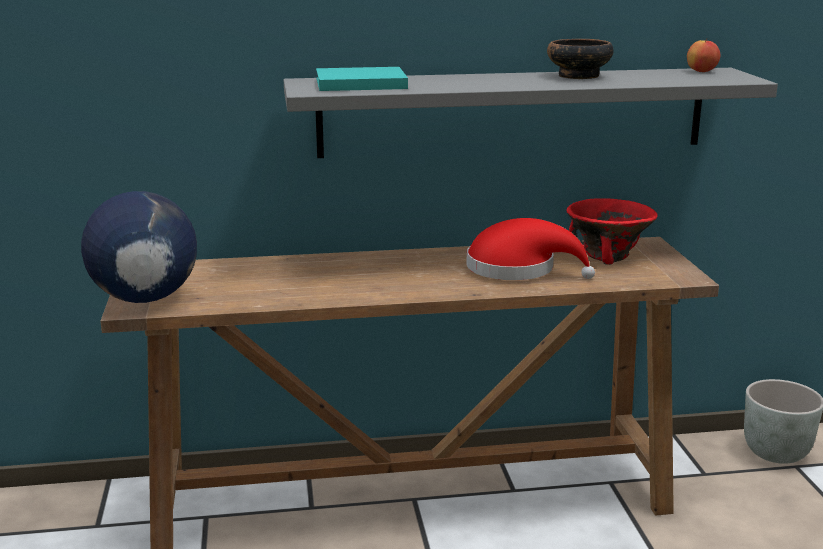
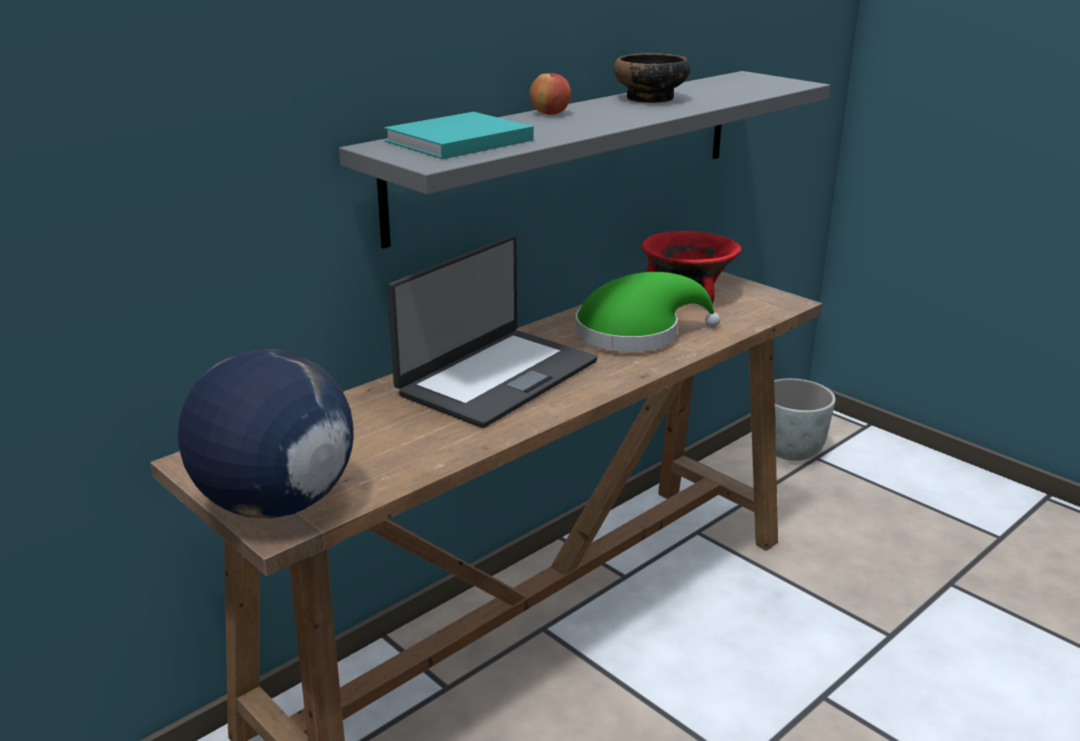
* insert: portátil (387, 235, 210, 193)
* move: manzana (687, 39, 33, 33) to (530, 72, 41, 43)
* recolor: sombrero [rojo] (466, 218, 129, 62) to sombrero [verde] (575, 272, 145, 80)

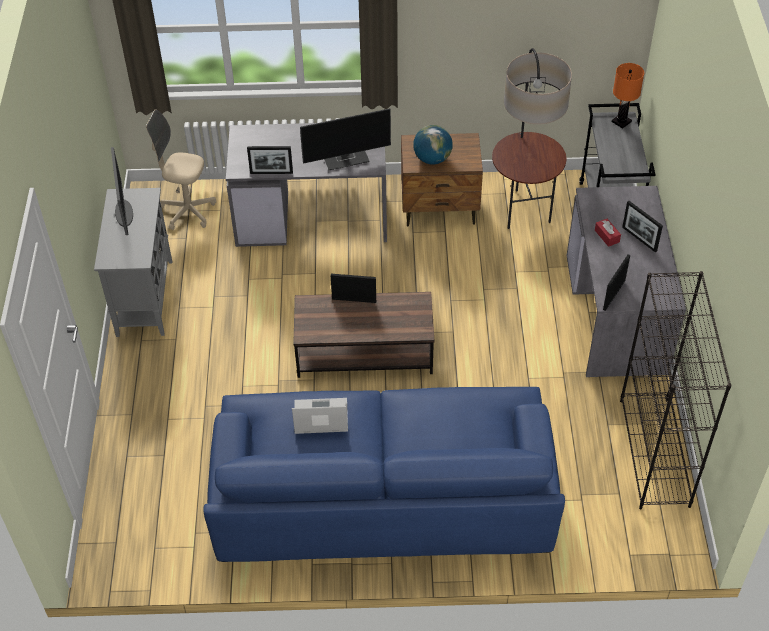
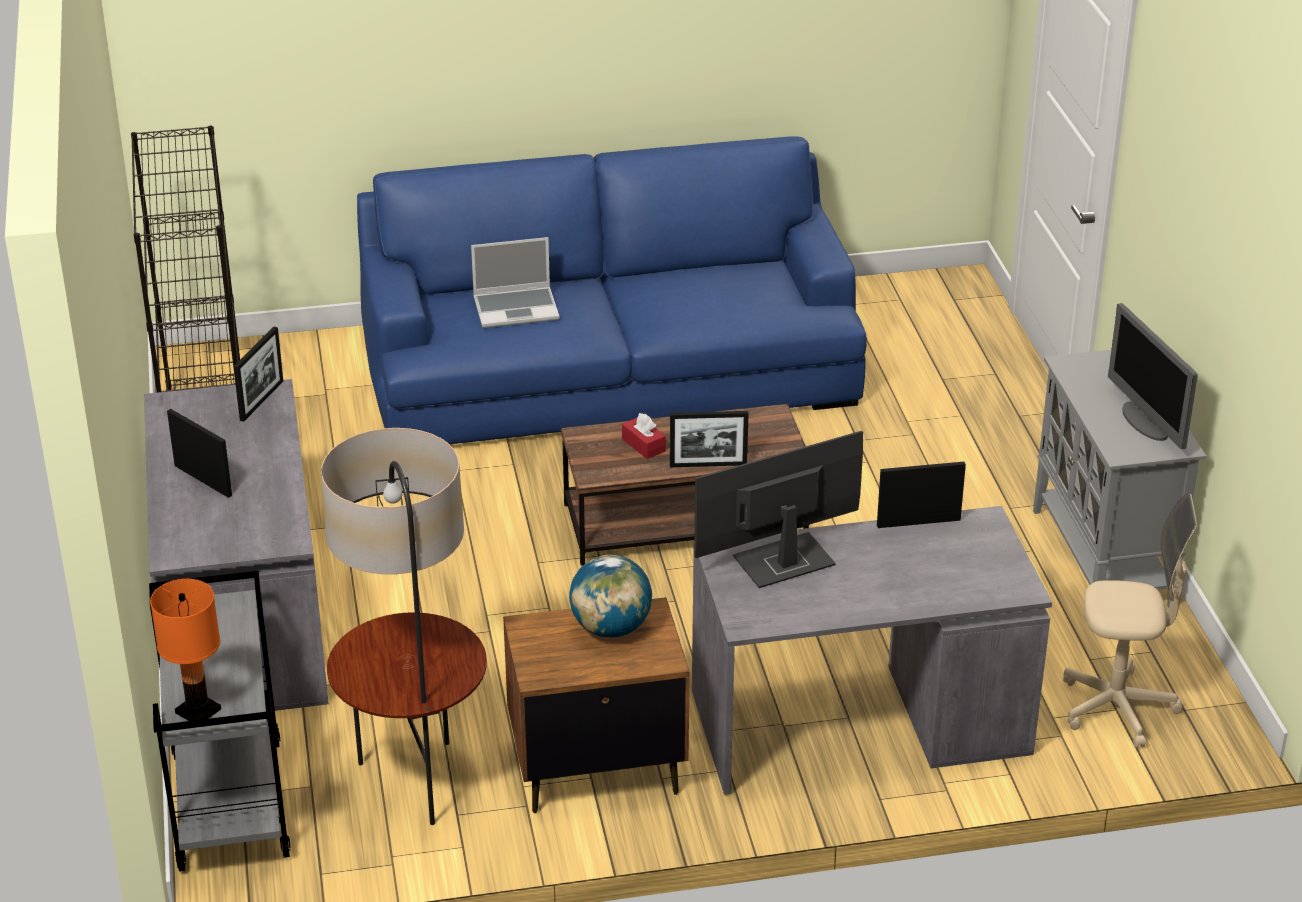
* move: portátil (292, 398, 56, 36) to (471, 237, 89, 91)
* move: caja de pañuelos [rojo] (595, 219, 26, 28) to (622, 413, 44, 46)

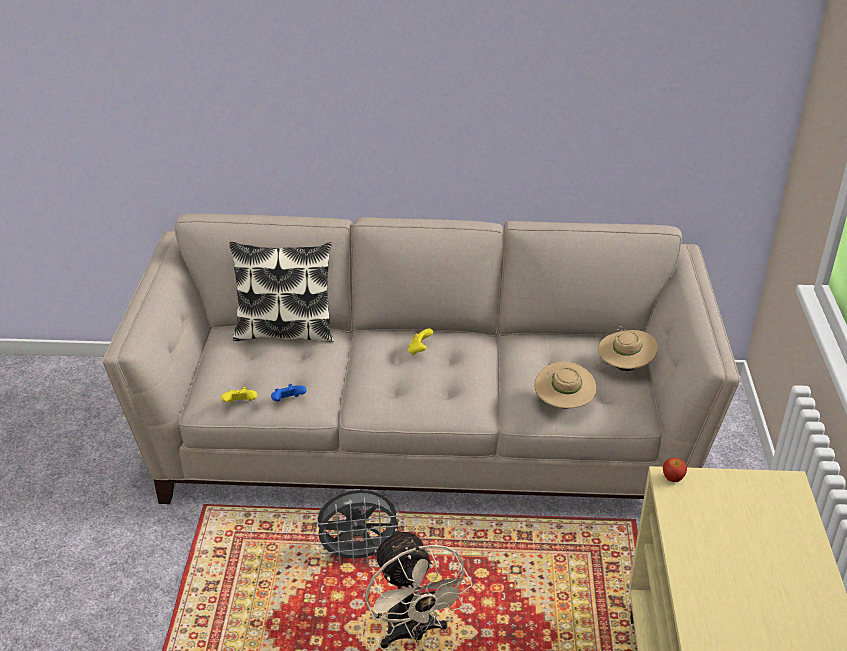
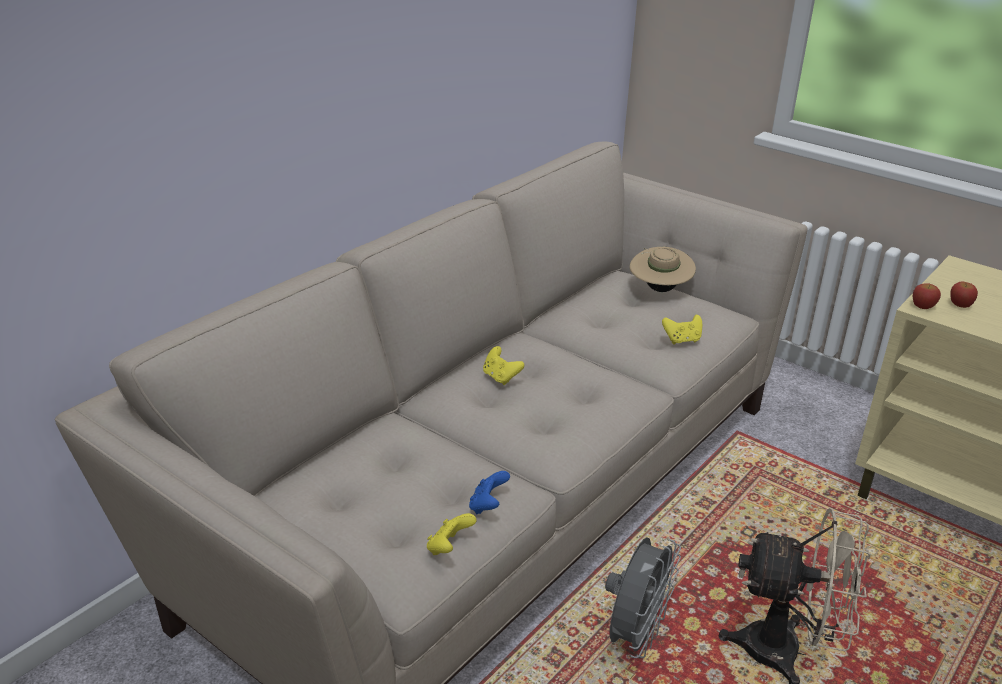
* delete: cojín (229, 242, 105, 100)
* insert: manzana (950, 281, 28, 27)
* replace: sombrero [beis] (535, 362, 62, 47) to mando de consola [amarillo] (662, 315, 40, 29)

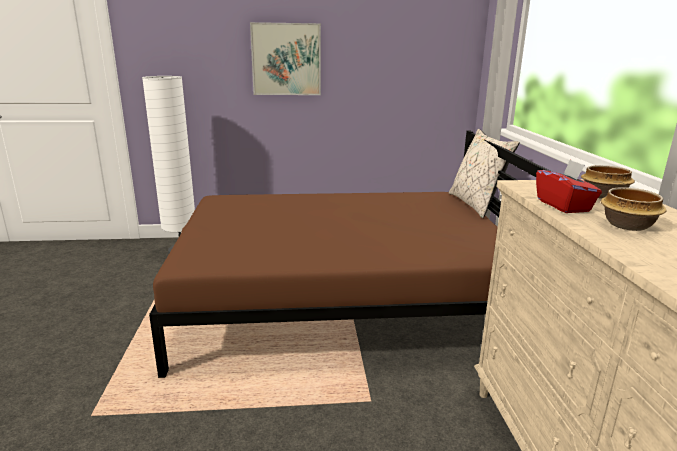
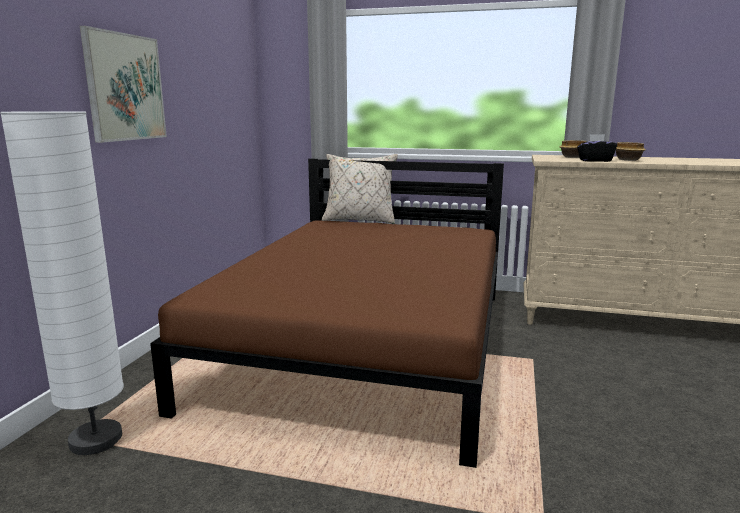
* recolor: caja de pañuelos [rojo] (536, 160, 66, 53) to caja de pañuelos [negro] (577, 134, 40, 28)

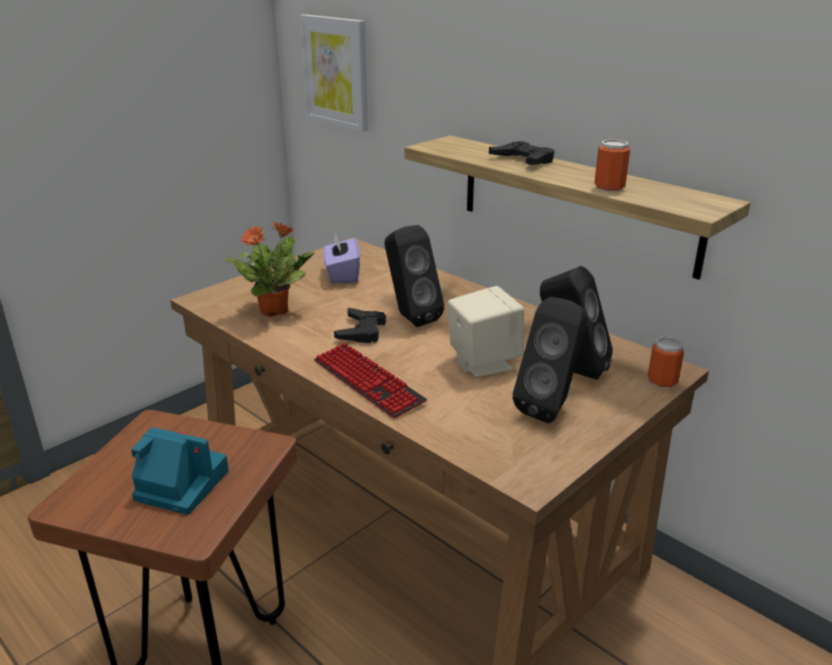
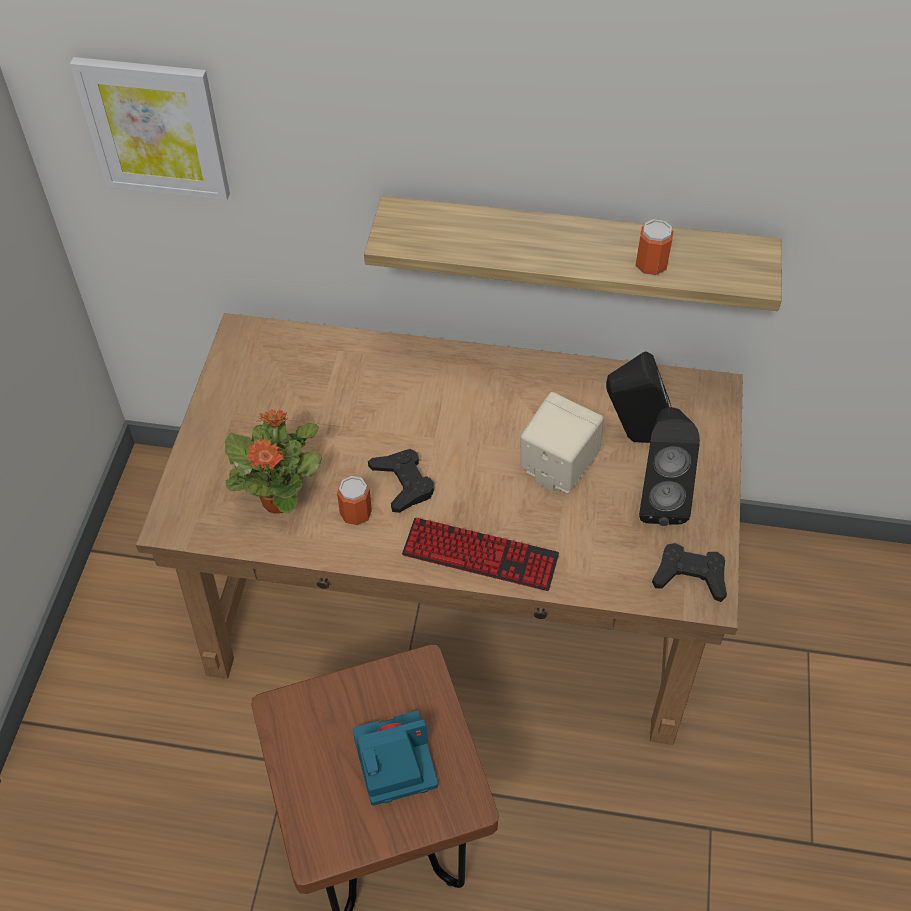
* delete: caja de pañuelos [morado] (323, 233, 37, 51)
* delete: altavoz [negro] (384, 225, 60, 102)
* move: mando de consola [negro] (489, 141, 65, 24) to (652, 543, 75, 59)
* move: lata (648, 337, 36, 52) to (337, 476, 35, 50)

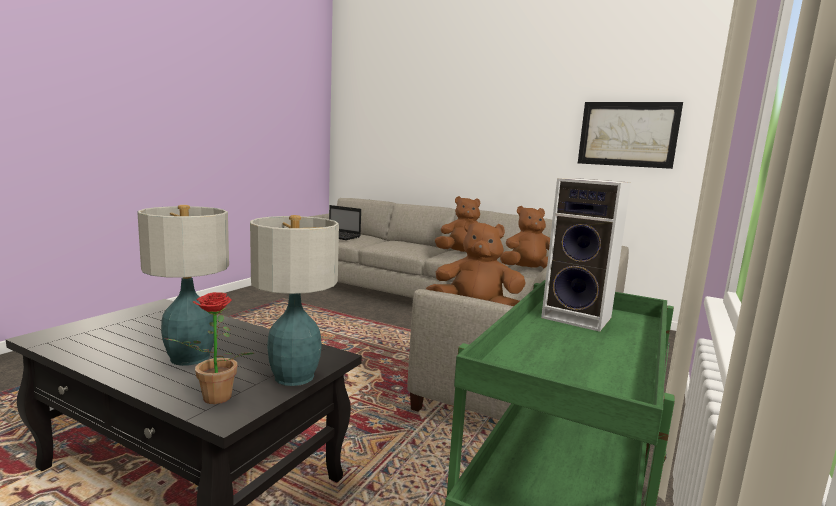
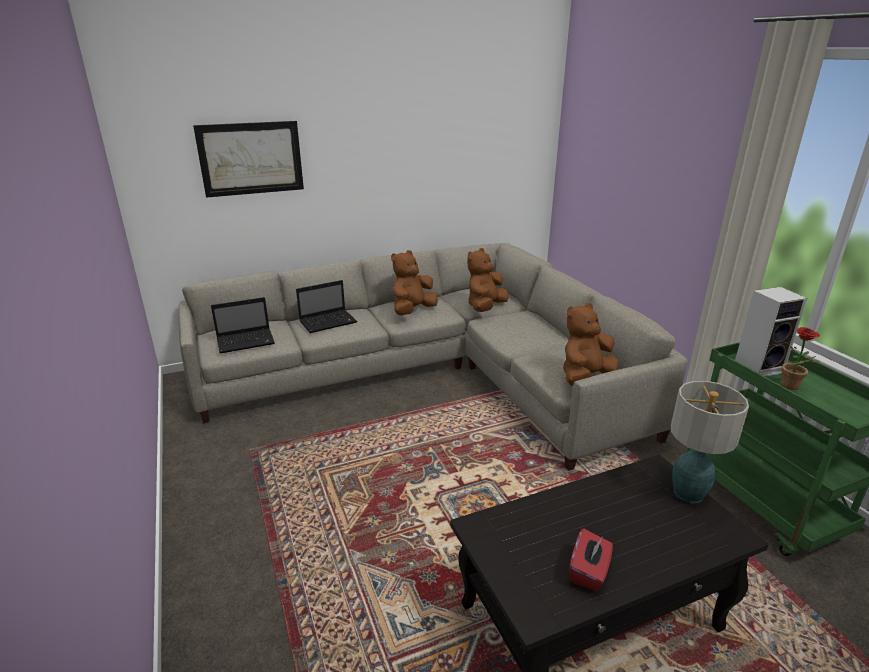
* delete: lámpara de mesa (137, 205, 92, 161)
* insert: portátil (296, 280, 61, 53)
* insert: caja de pañuelos [rojo] (569, 528, 44, 63)
* move: planta en maceta (167, 292, 87, 112) to (781, 327, 39, 63)
* move: cuadro (578, 102, 105, 67) to (193, 121, 111, 77)

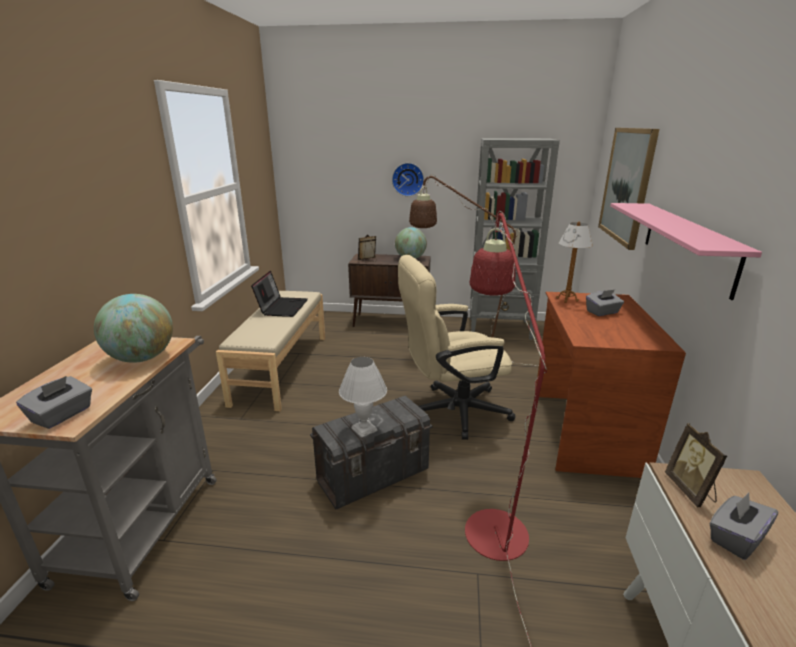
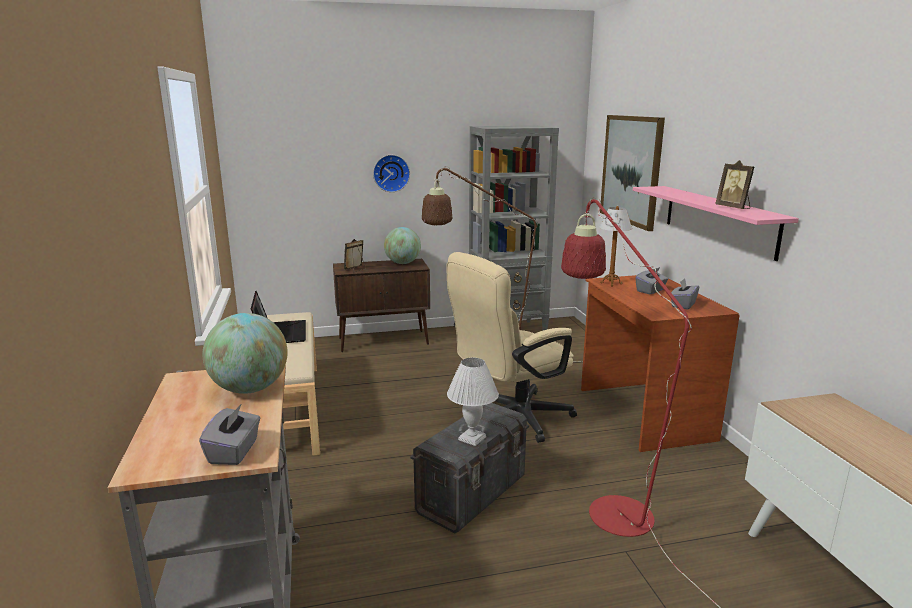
* move: portarretratos (665, 423, 62, 84) to (715, 160, 39, 49)
* move: caja de pañuelos [gris] (709, 493, 69, 67) to (671, 278, 28, 32)

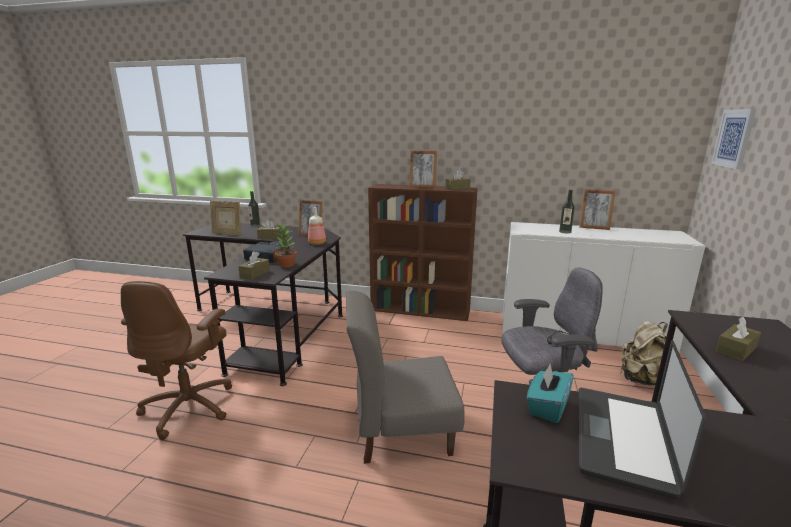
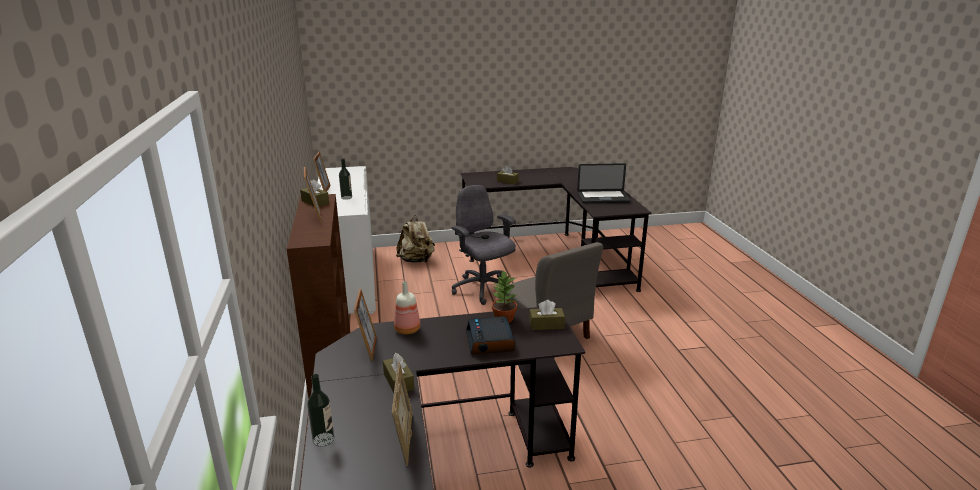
* delete: silla de oficina [marrón] (121, 281, 111, 159)
* delete: caja de pañuelos [turquesa] (526, 364, 48, 59)
* delete: cuadro (711, 109, 46, 60)

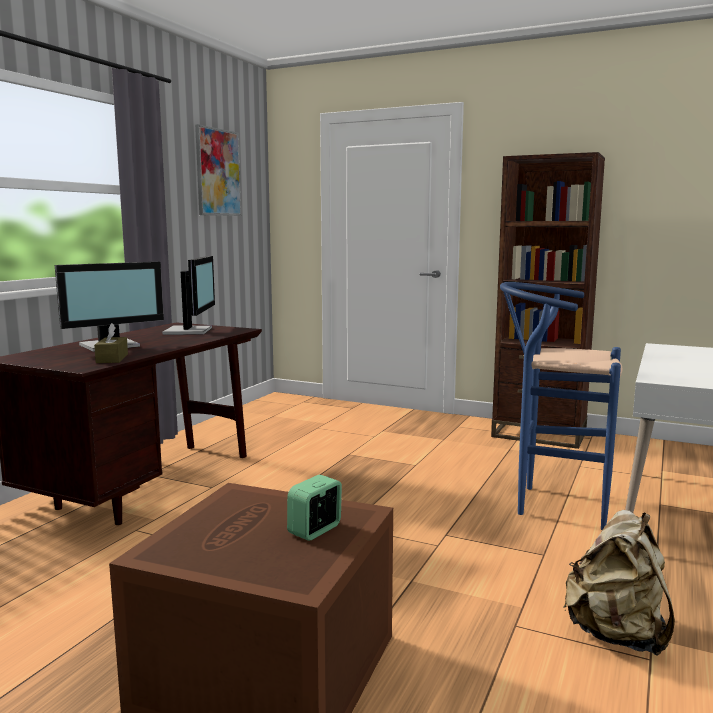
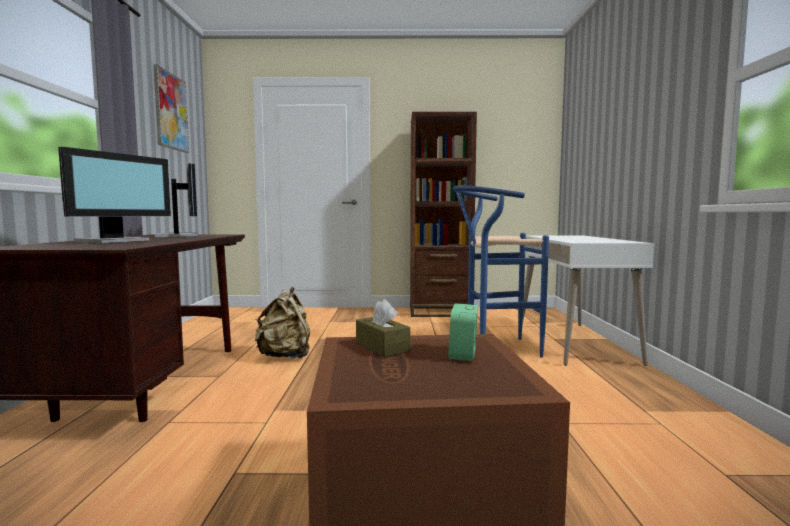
* move: caja de pañuelos [marrón] (94, 323, 34, 40) to (356, 299, 54, 58)
* move: mochila [beis] (564, 510, 111, 146) to (255, 287, 55, 71)

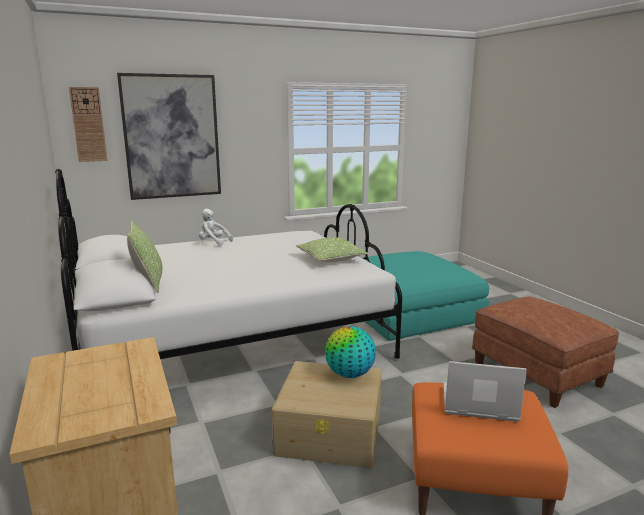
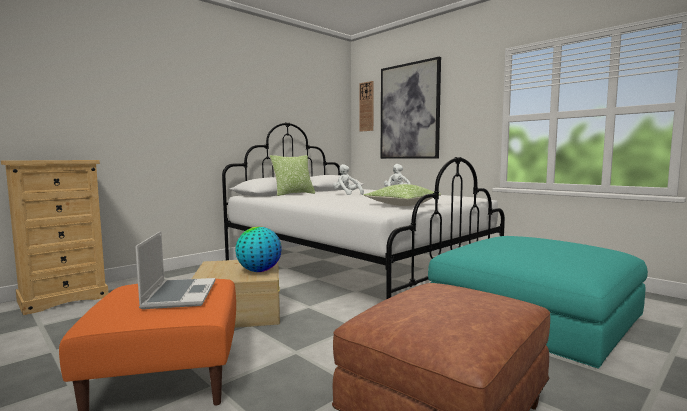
* insert: peluche [blanco] (333, 164, 31, 31)

